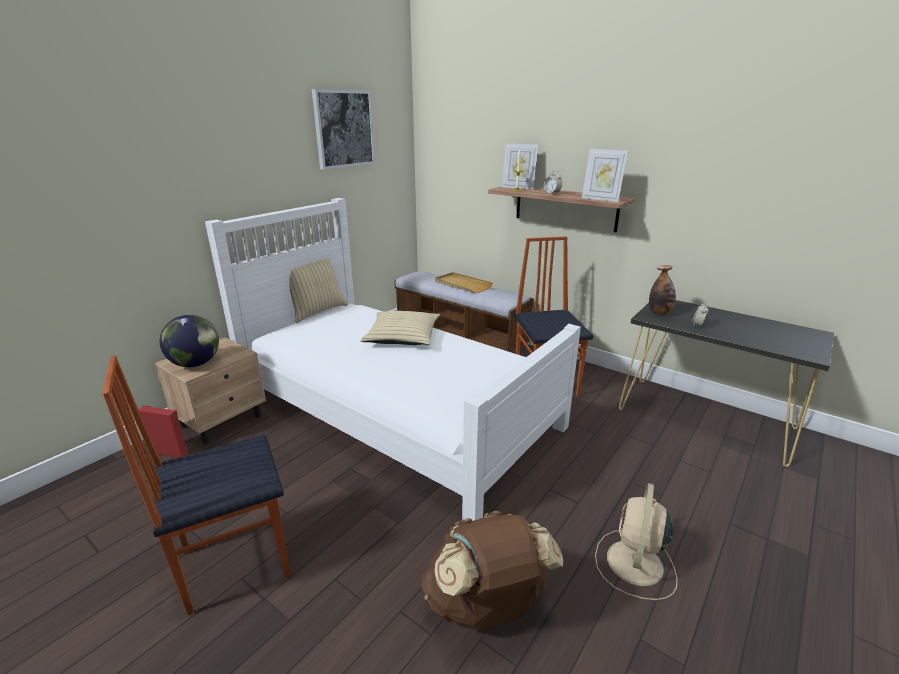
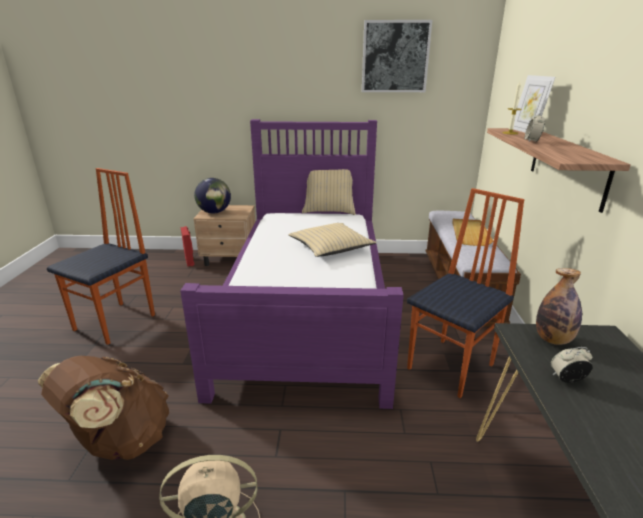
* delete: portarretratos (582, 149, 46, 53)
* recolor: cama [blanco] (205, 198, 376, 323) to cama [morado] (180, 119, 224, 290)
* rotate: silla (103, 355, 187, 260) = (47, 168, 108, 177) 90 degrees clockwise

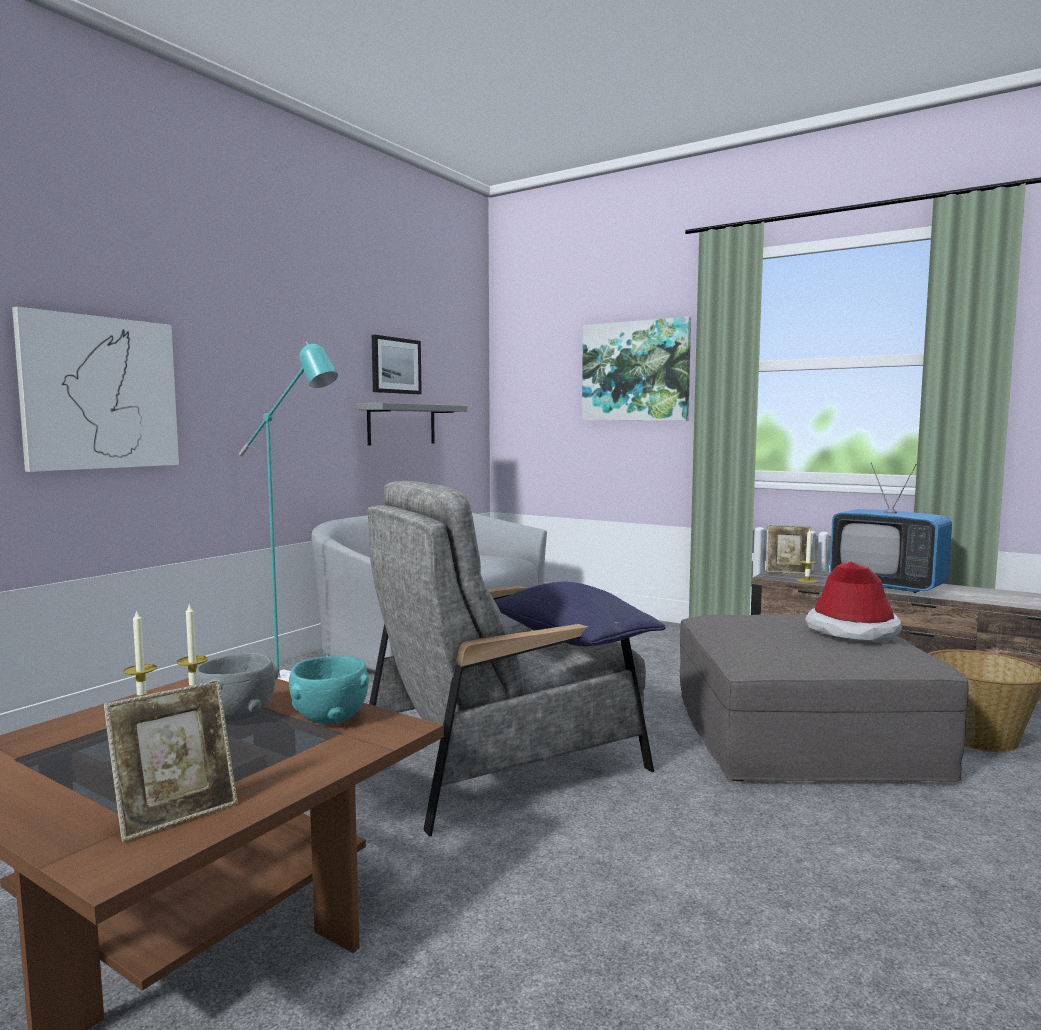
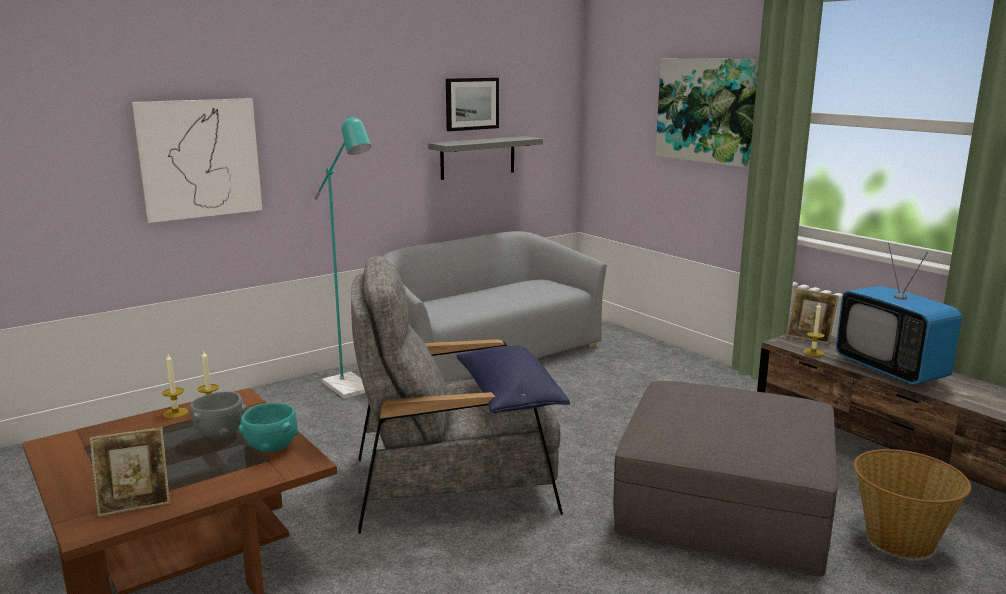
* delete: sombrero (805, 562, 97, 80)

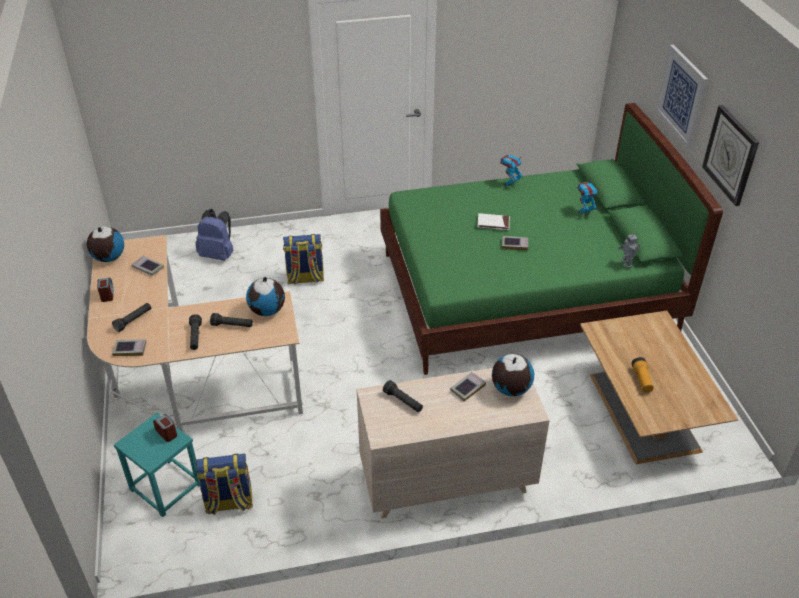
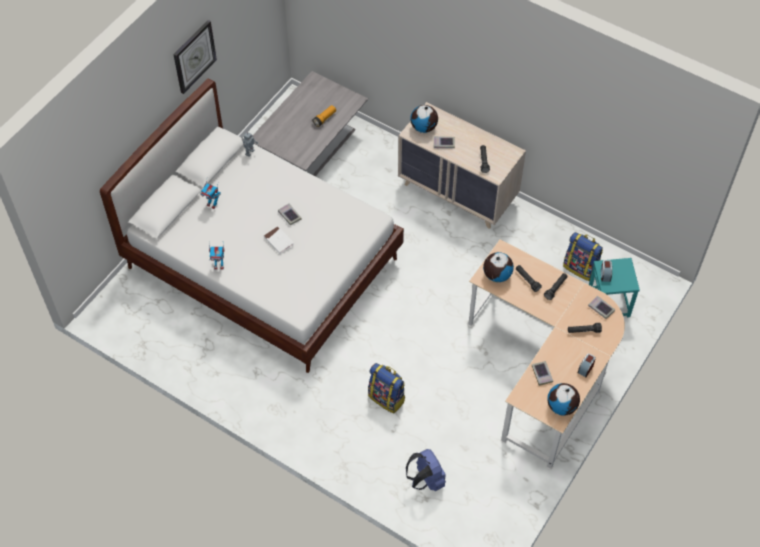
* delete: cuadro (656, 45, 52, 103)
* recolor: cama [verde] (380, 103, 343, 272) to cama [blanco] (100, 79, 304, 294)
* recolor: mesa de centro [marrón] (580, 311, 158, 153) to mesa de centro [gris] (253, 71, 115, 105)

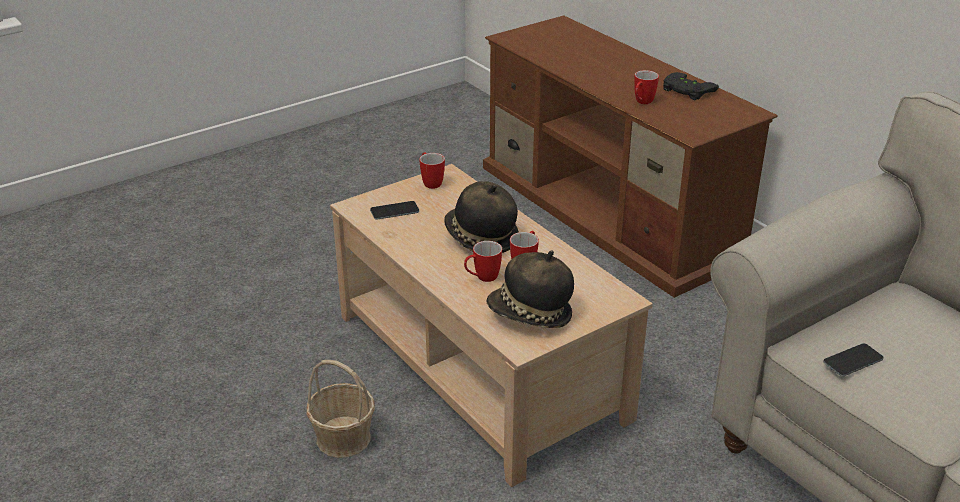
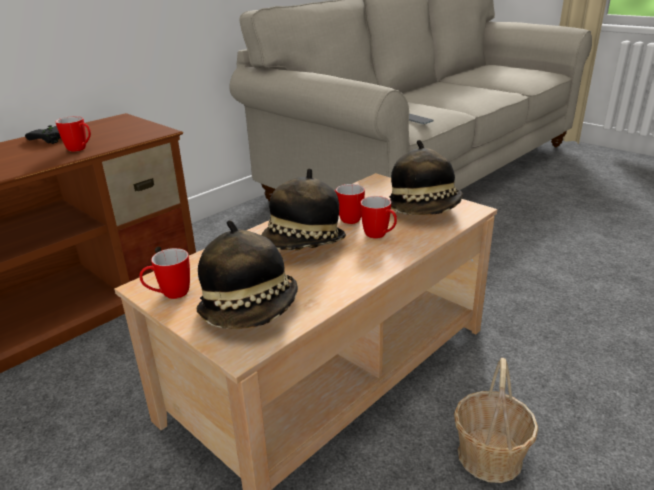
* replace: móvil (370, 201, 49, 19) to sombrero (197, 220, 101, 109)

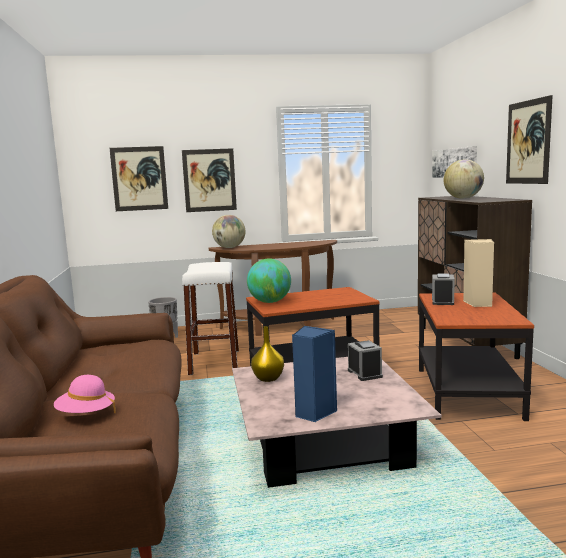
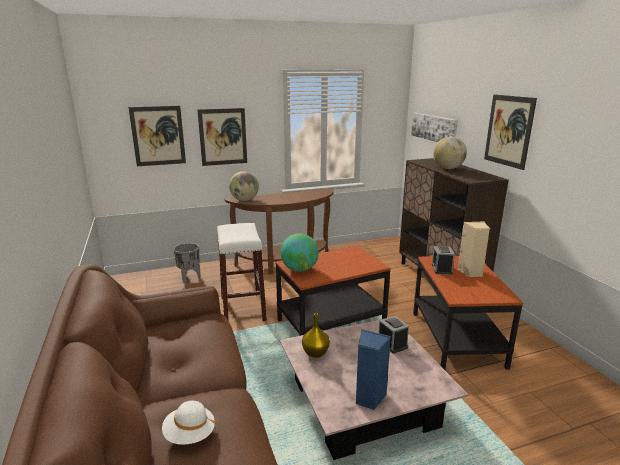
* recolor: sombrero [rosa] (54, 375, 62, 38) to sombrero [blanco] (162, 401, 54, 44)

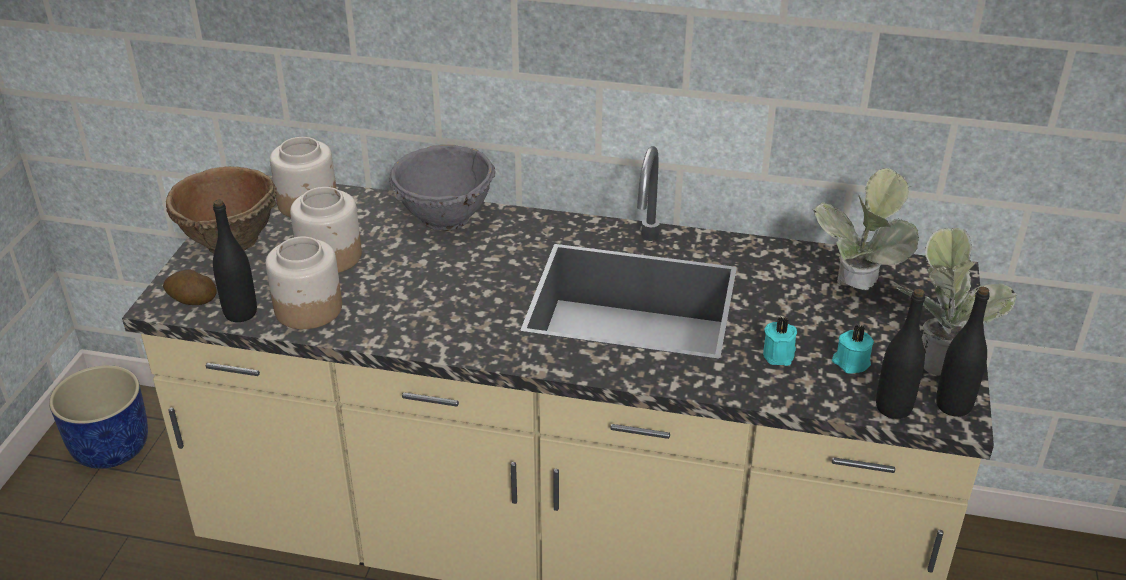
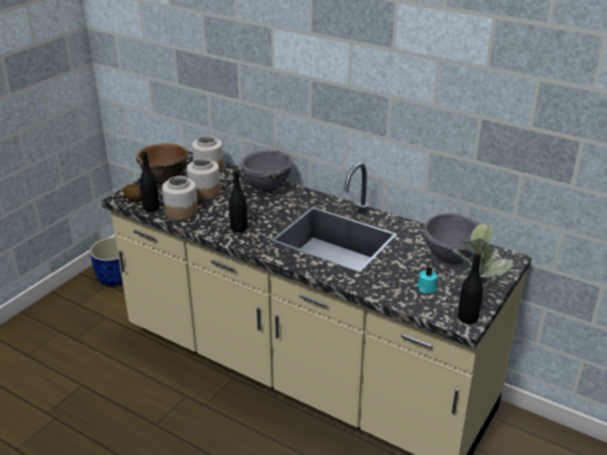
* delete: vela [turquesa] (763, 317, 34, 49)
* move: botella [negro] (876, 289, 49, 130) to (229, 169, 18, 64)
* replace: planta en maceta (812, 168, 107, 122) to cuenco [gris] (423, 213, 58, 52)

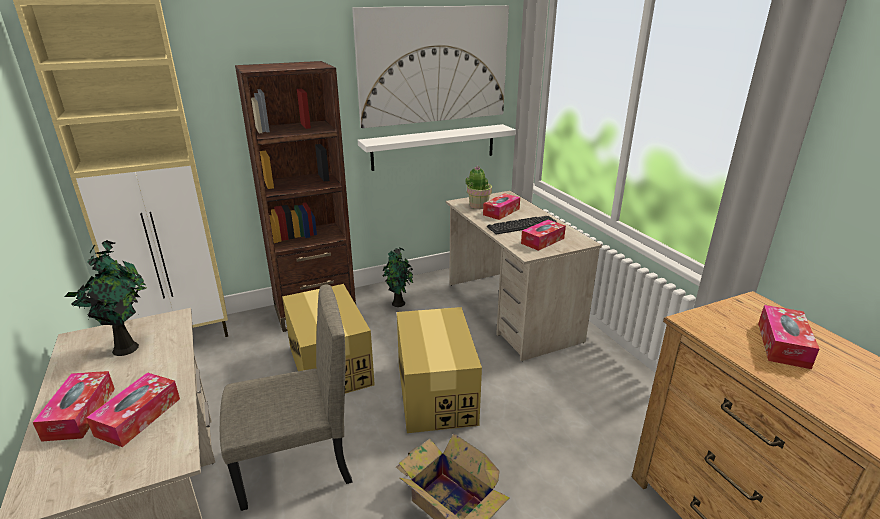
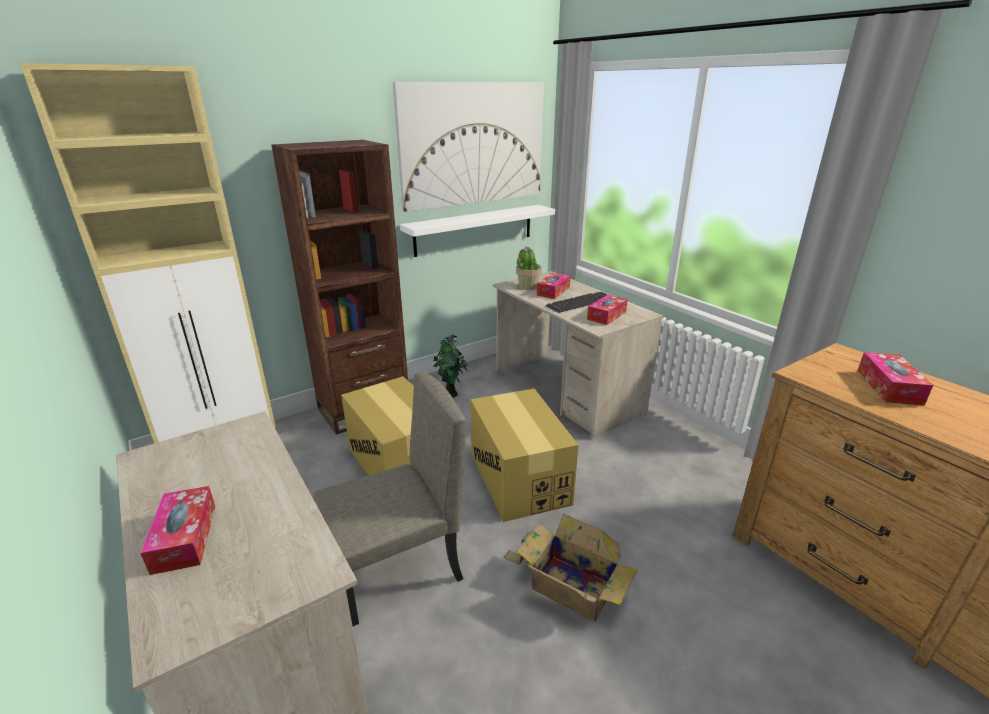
* delete: planta en maceta (65, 240, 81, 116)
* delete: caja de pañuelos (86, 372, 94, 75)

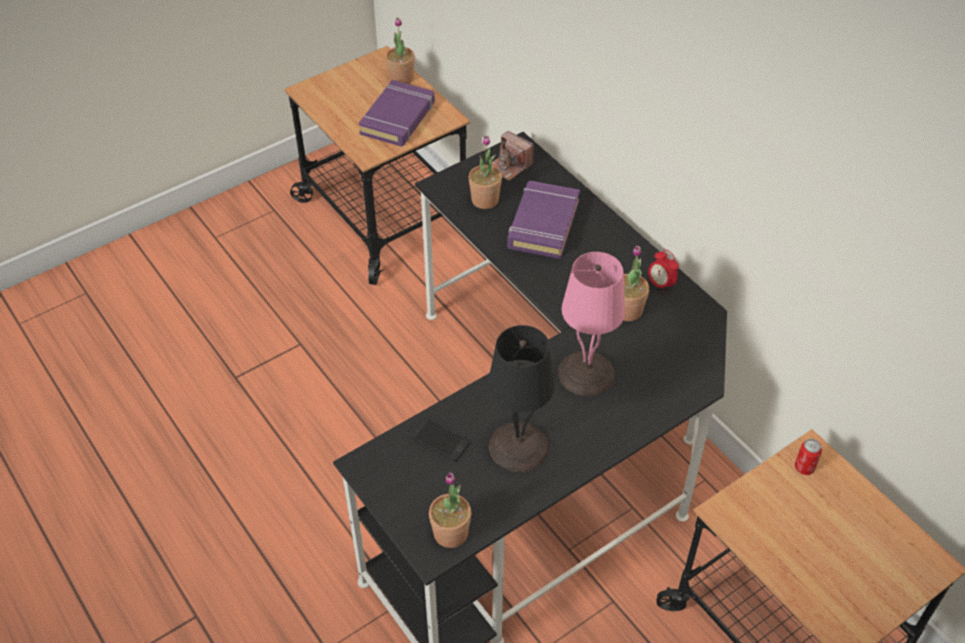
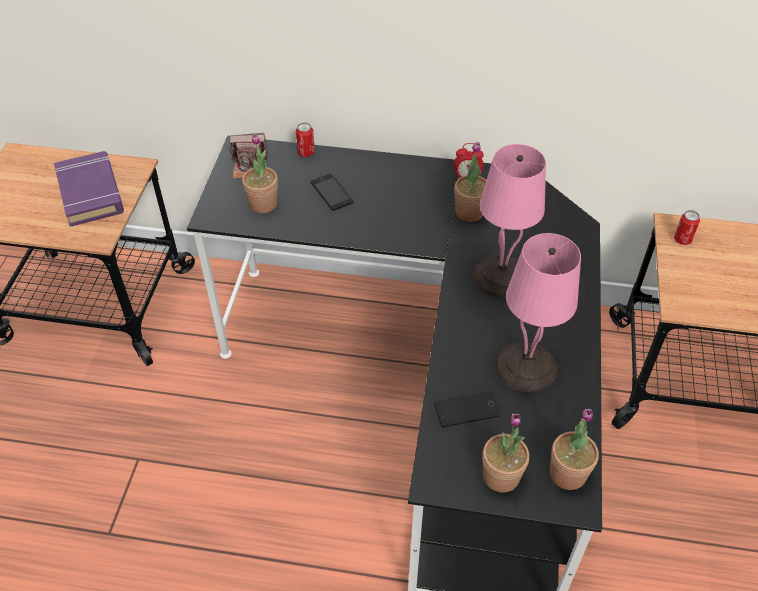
* insert: lata (296, 123, 19, 34)
* move: planta en maceta (386, 17, 29, 67) to (483, 414, 46, 78)
* replace: libro [morado] (507, 181, 73, 78) to móvil (311, 174, 42, 37)
* recolor: lámpara de mesa [negro] (488, 325, 67, 147) to lámpara de mesa [rosa] (496, 233, 85, 159)

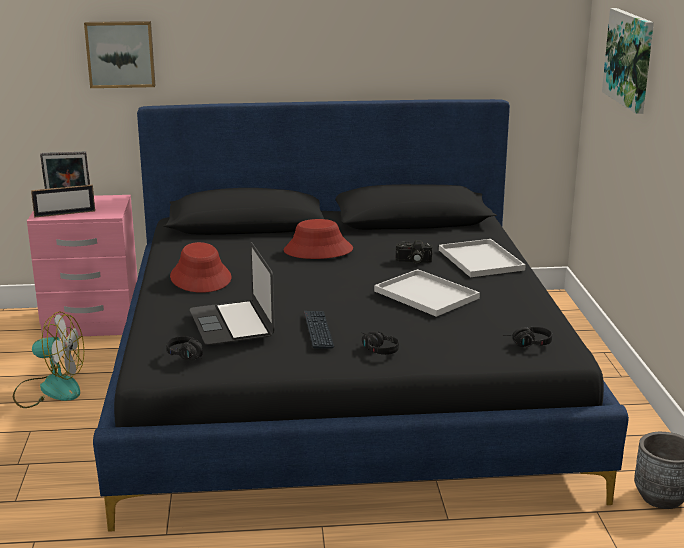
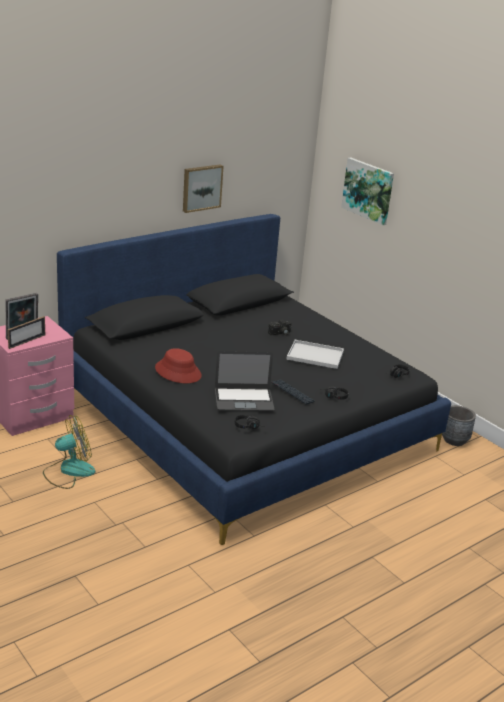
* delete: sombrero [rojo] (284, 219, 69, 40)
* delete: bandeja [blanco] (439, 239, 87, 38)
* move: cuadro (84, 21, 72, 67) to (183, 164, 40, 49)
* rotate: portátil (190, 242, 85, 103) = (215, 351, 59, 60) 45 degrees counterclockwise

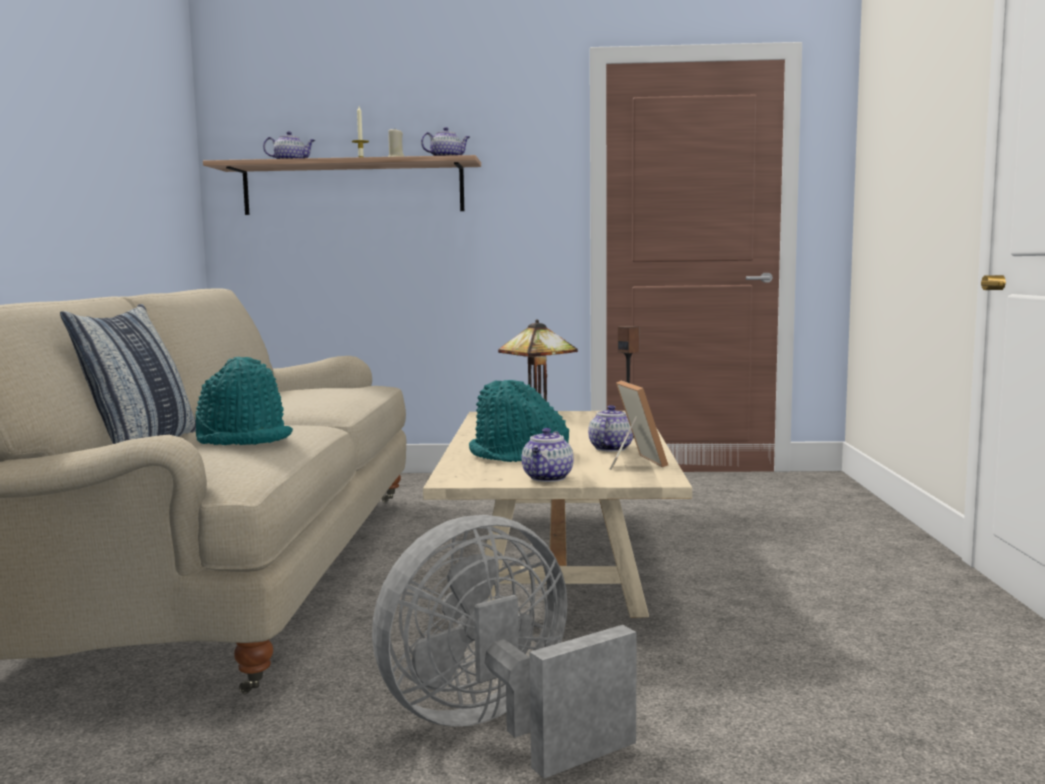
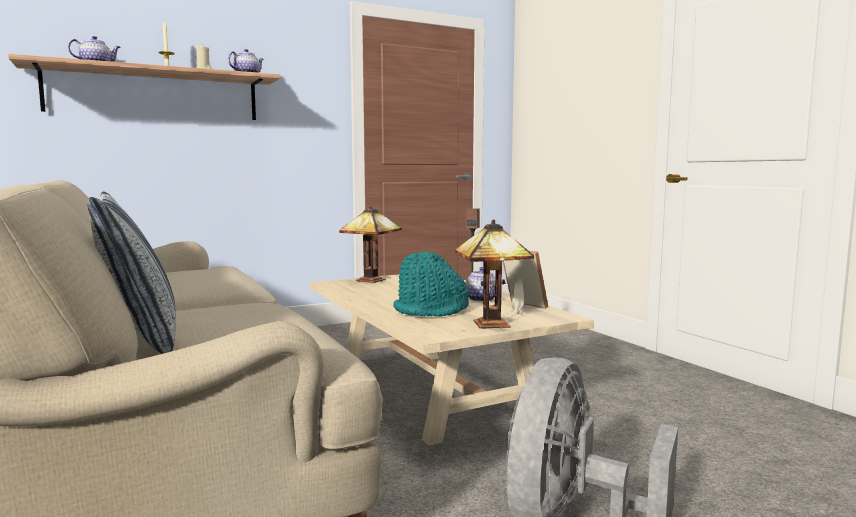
* delete: sombrero [turquesa] (196, 357, 97, 88)
* replace: tetera (521, 428, 53, 54) to lámpara de mesa (455, 220, 79, 109)

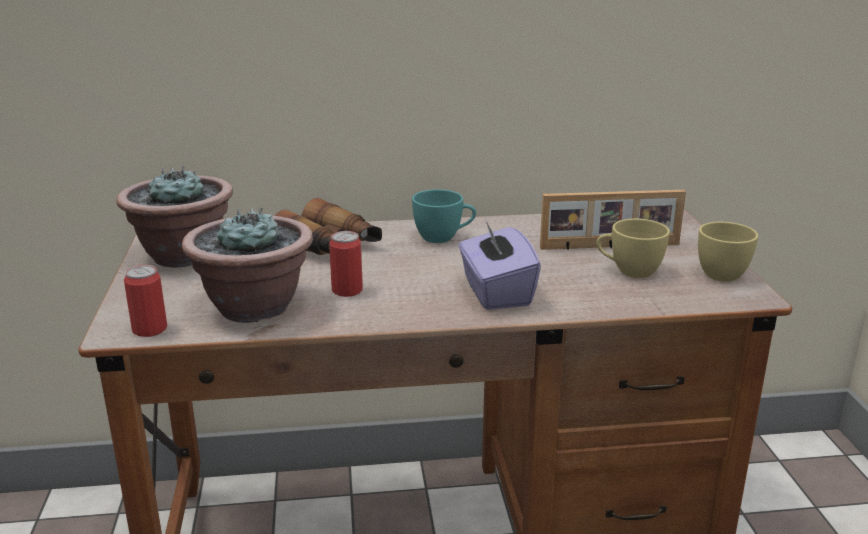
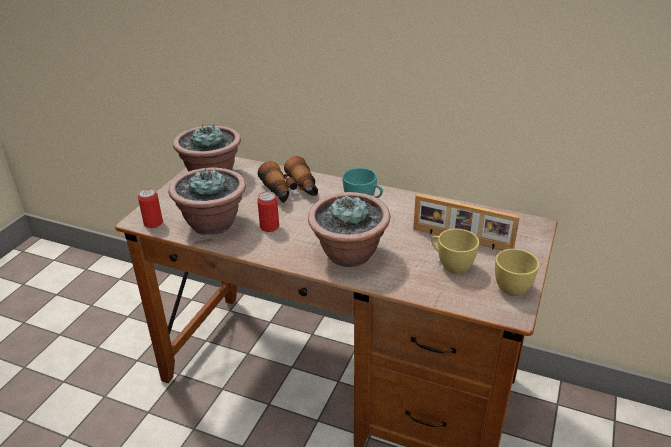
* replace: caja de pañuelos [morado] (458, 219, 83, 91) to planta en maceta (308, 192, 82, 75)

